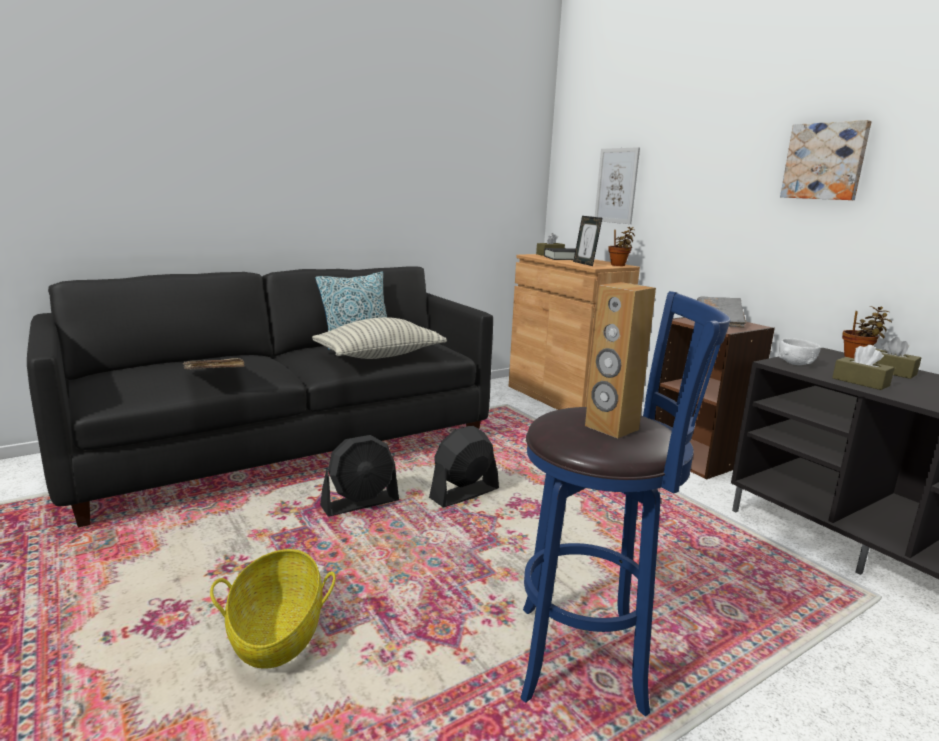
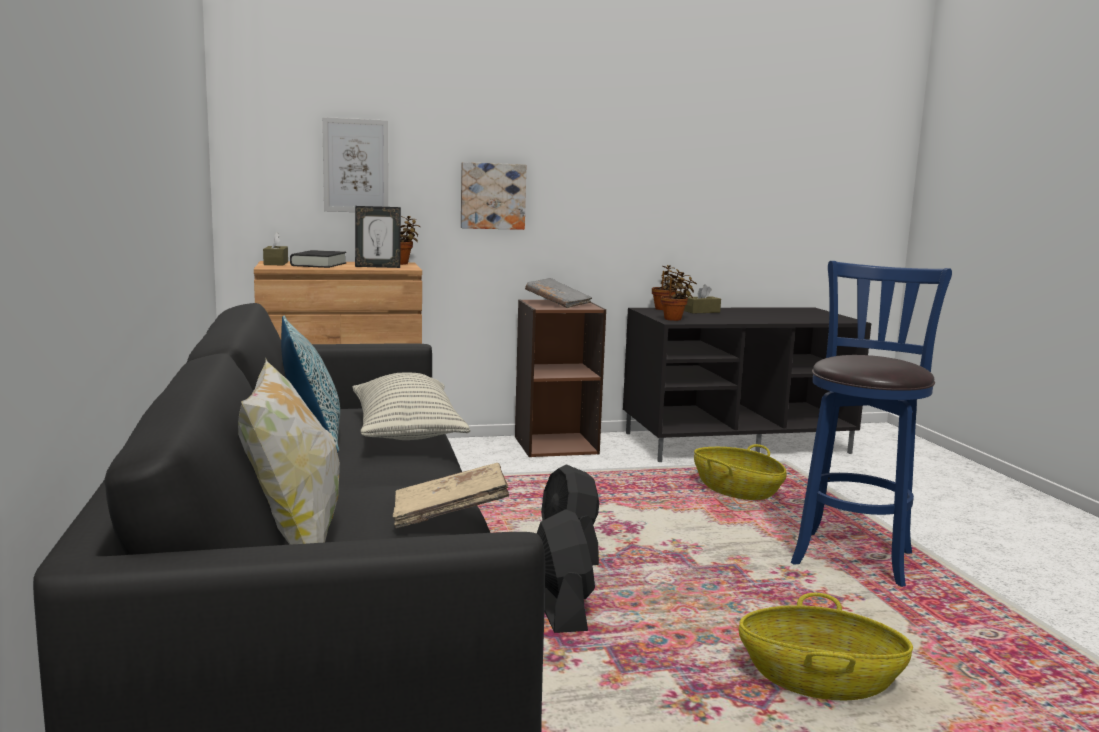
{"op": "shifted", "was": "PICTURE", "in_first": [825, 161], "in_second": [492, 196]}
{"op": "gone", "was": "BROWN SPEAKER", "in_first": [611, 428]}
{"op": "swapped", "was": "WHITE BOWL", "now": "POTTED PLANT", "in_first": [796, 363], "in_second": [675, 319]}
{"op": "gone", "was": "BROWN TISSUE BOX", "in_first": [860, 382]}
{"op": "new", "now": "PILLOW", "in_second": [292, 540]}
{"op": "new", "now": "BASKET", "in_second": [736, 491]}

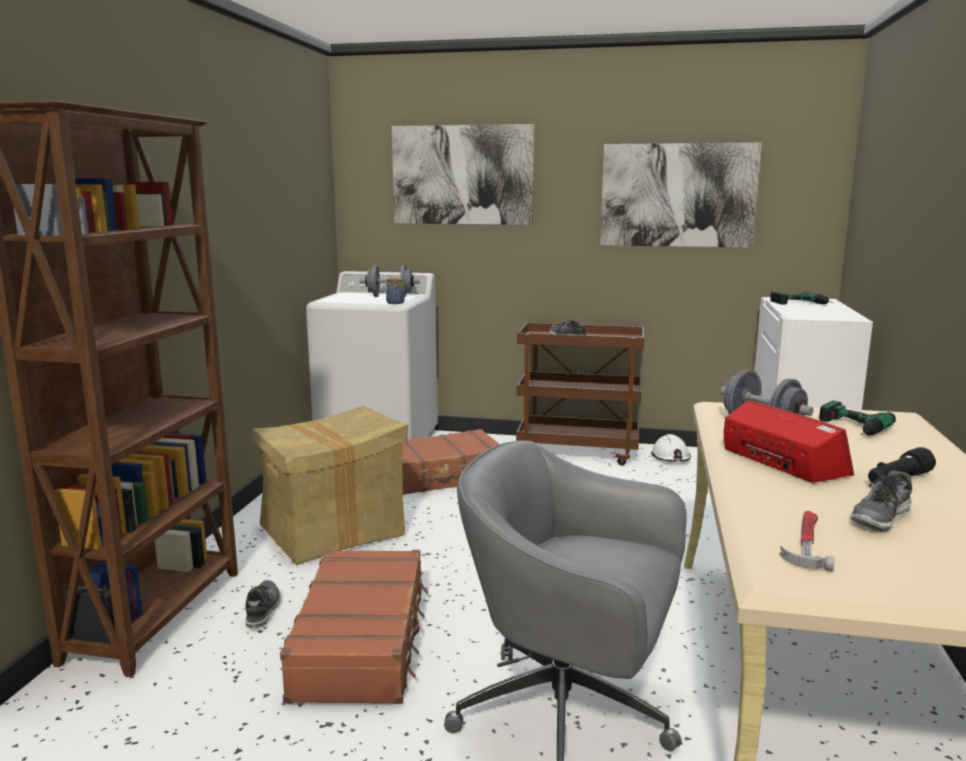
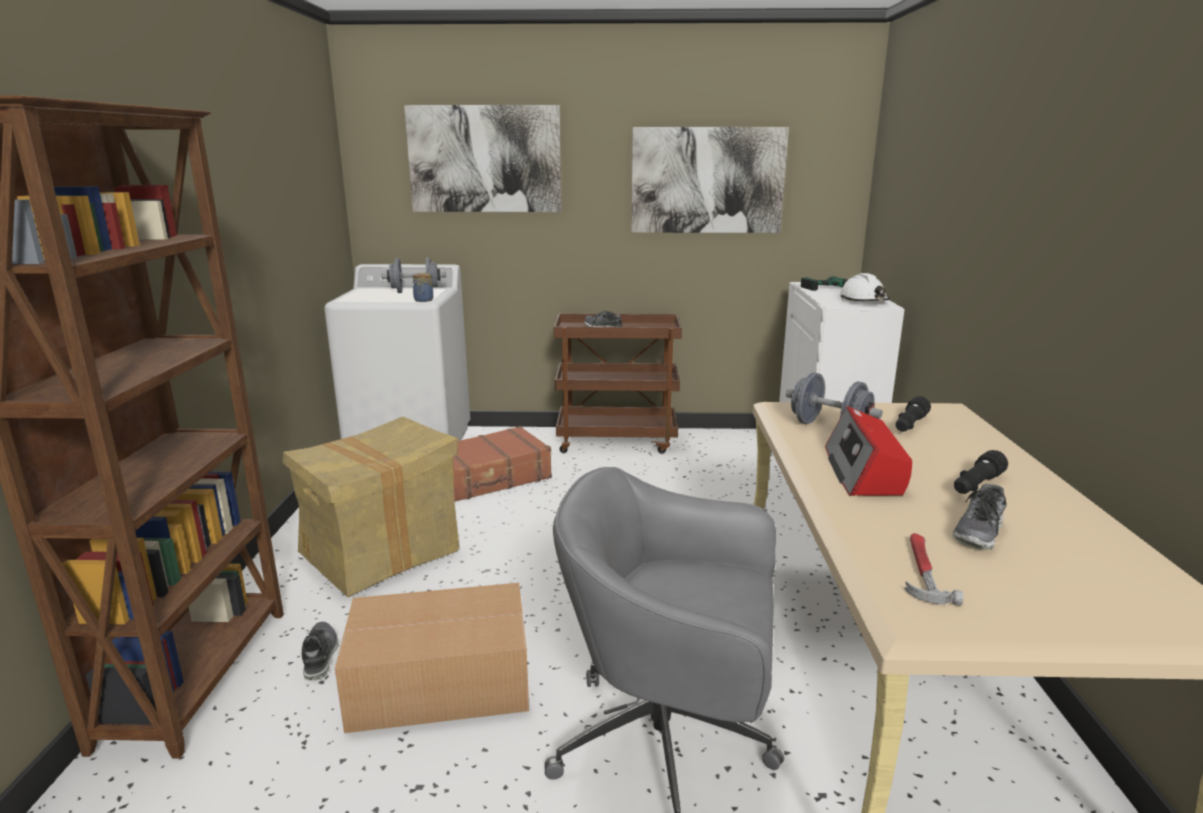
{"op": "rotated", "was": "RADIO", "in_first": [782, 462], "in_second": [863, 471], "clockwise": -135}
{"op": "swapped", "was": "POWER DRILL", "now": "BLACK FLASHLIGHT", "in_first": [849, 428], "in_second": [909, 425]}
{"op": "shifted", "was": "WHITE HARD HAT", "in_first": [670, 458], "in_second": [863, 301]}
{"op": "swapped", "was": "BROWN SUITCASE", "now": "CARDBOARD BOX", "in_first": [362, 641], "in_second": [437, 681]}

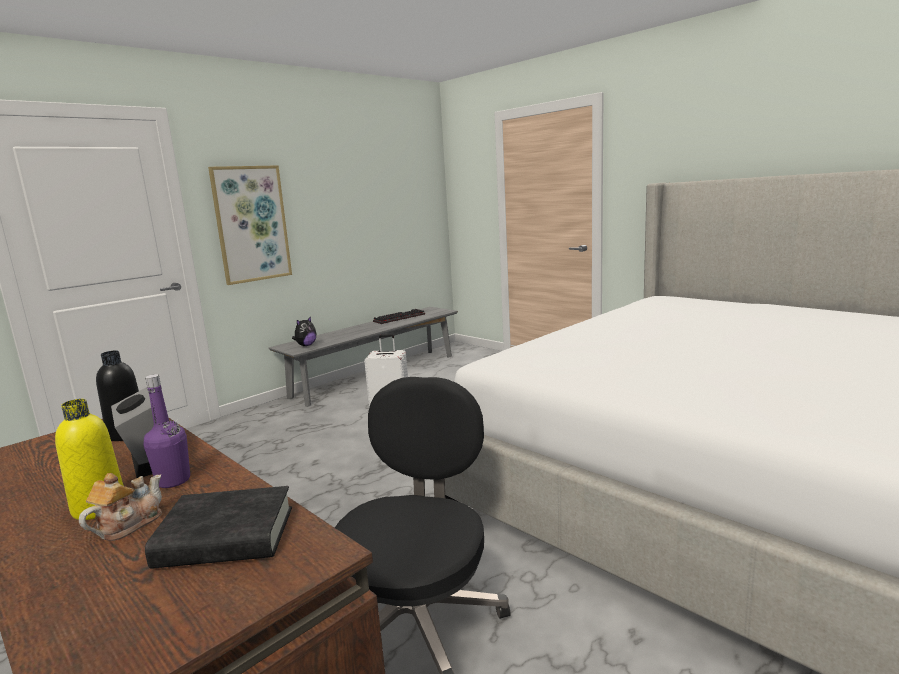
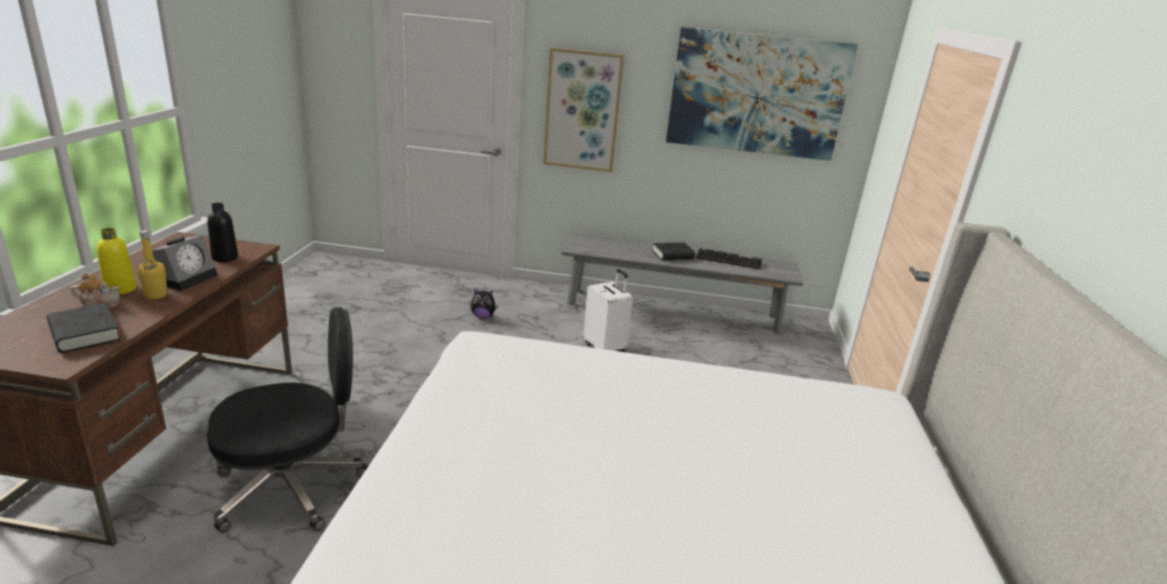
{"op": "shifted", "was": "PLUSH TOY", "in_first": [306, 345], "in_second": [483, 316]}
{"op": "repainted", "was": "PURPLE BOTTLE", "now": "YELLOW BOTTLE", "in_first": [173, 481], "in_second": [156, 295]}
{"op": "new", "now": "PICTURE", "in_second": [757, 94]}
{"op": "new", "now": "BLACK BOOK", "in_second": [673, 255]}

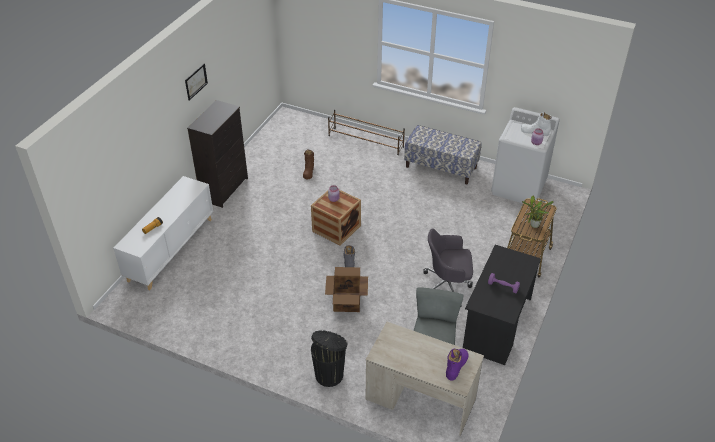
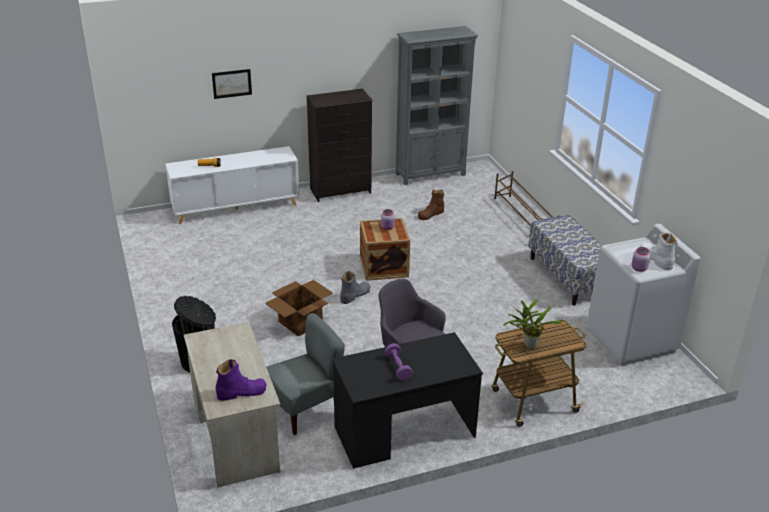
{"op": "shifted", "was": "PICTURE", "in_first": [196, 81], "in_second": [232, 83]}
{"op": "new", "now": "GREY BOOKCASE", "in_second": [431, 174]}

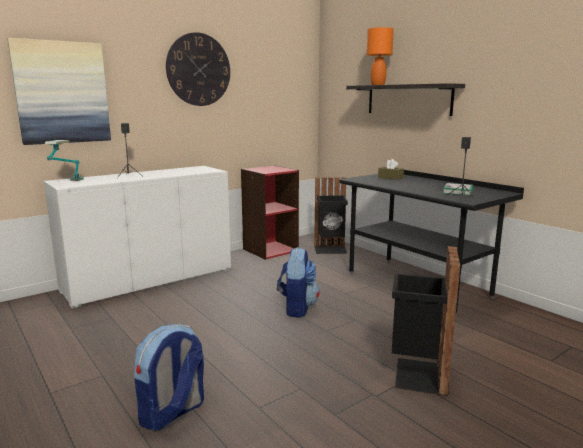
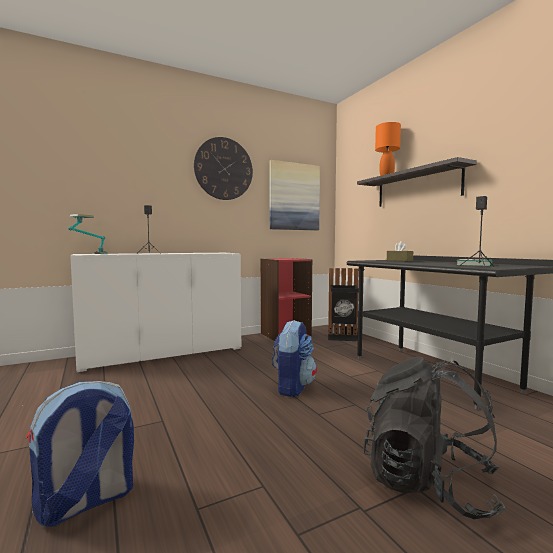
{"op": "shifted", "was": "PICTURE", "in_first": [62, 93], "in_second": [294, 197]}
{"op": "swapped", "was": "BLACK TRASH CAN", "now": "BLACK BACKPACK", "in_first": [417, 375], "in_second": [428, 484]}

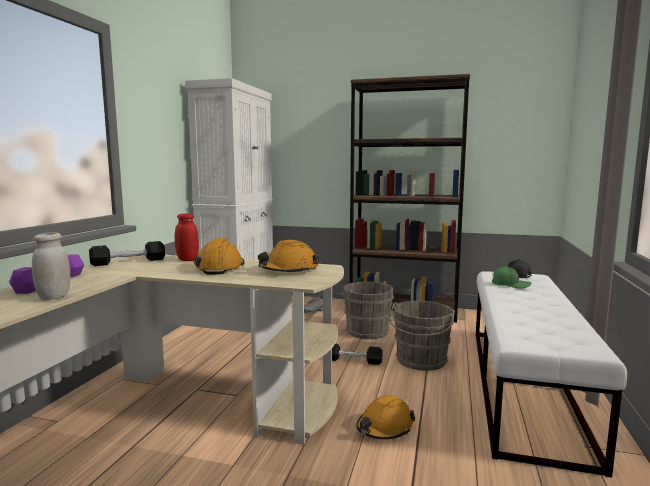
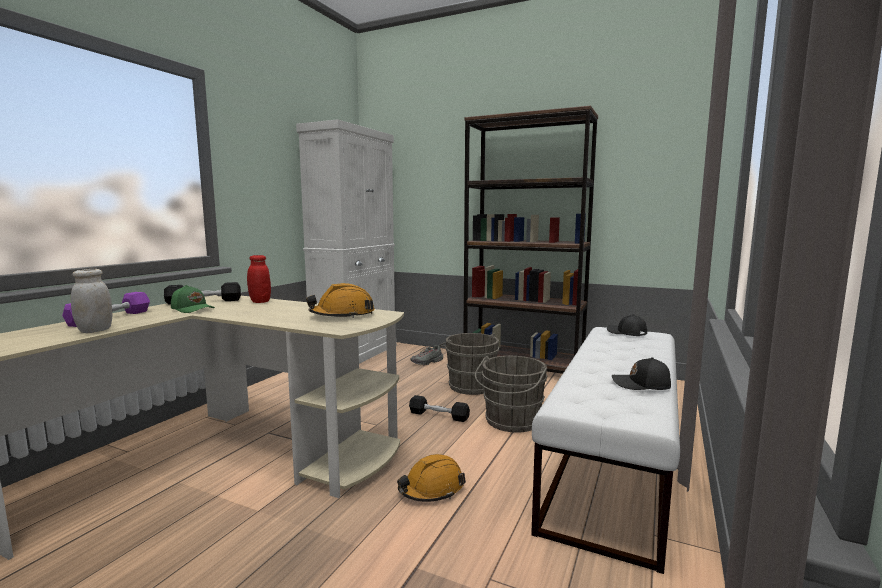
{"op": "gone", "was": "ORANGE HARD HAT", "in_first": [220, 268]}
{"op": "shifted", "was": "GREEN CAP", "in_first": [510, 284], "in_second": [193, 309]}
{"op": "new", "now": "BLACK CAP", "in_second": [641, 385]}

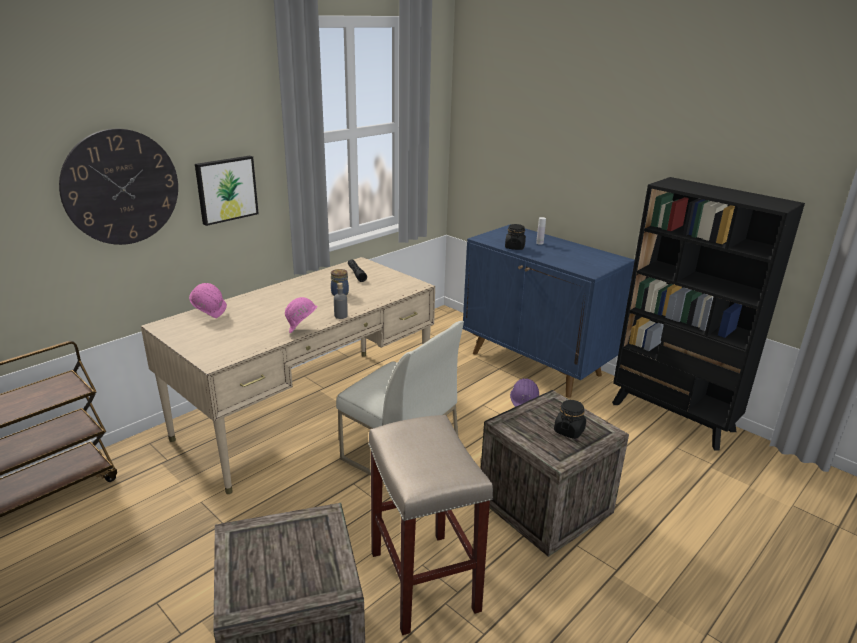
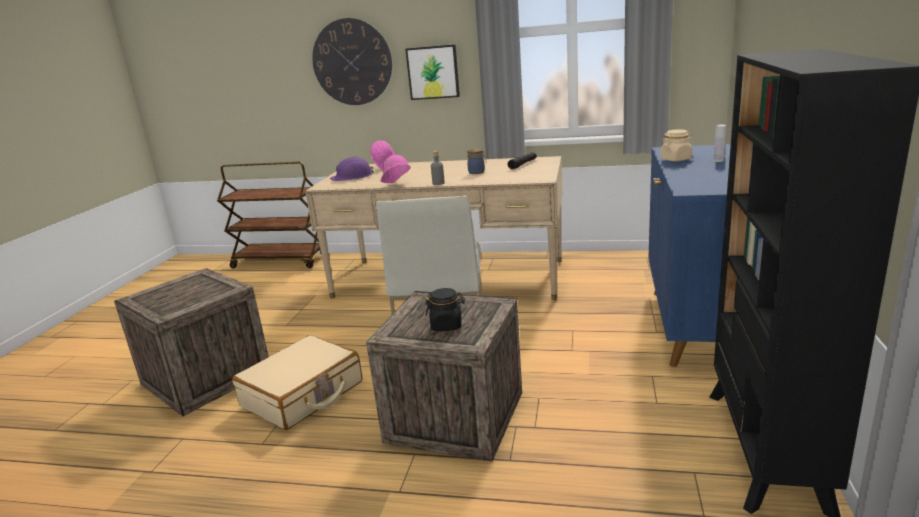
{"op": "repainted", "was": "BLACK JAR", "now": "BEIGE JAR", "in_first": [514, 247], "in_second": [676, 159]}
{"op": "shifted", "was": "PURPLE HARD HAT", "in_first": [525, 399], "in_second": [352, 177]}
{"op": "swapped", "was": "BEIGE STOOL", "now": "BEIGE SUITCASE", "in_first": [422, 579], "in_second": [303, 394]}

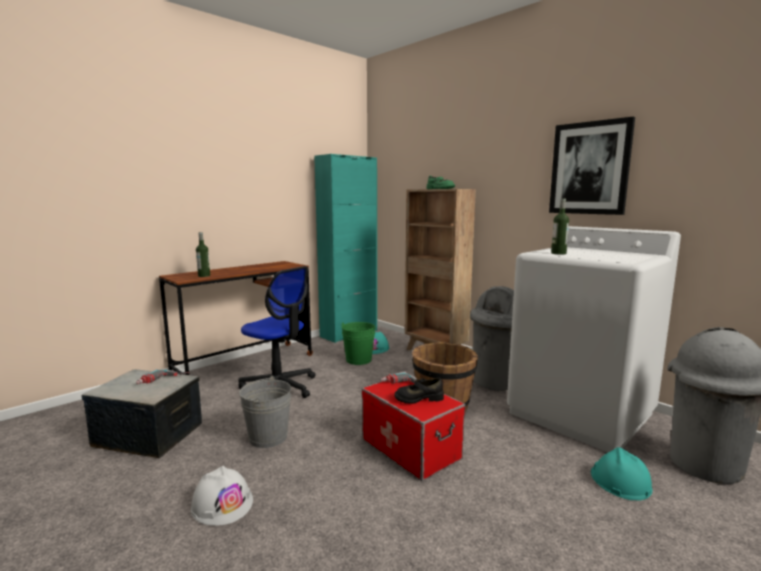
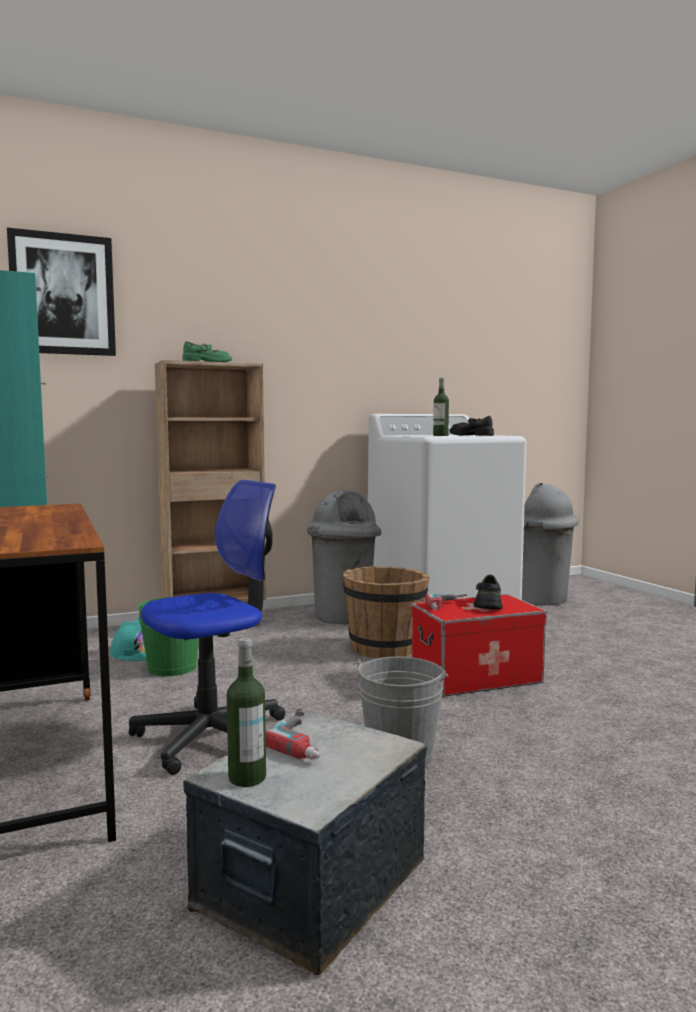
{"op": "shifted", "was": "PICTURE", "in_first": [589, 168], "in_second": [63, 294]}
{"op": "shifted", "was": "BOTTLE", "in_first": [204, 276], "in_second": [247, 777]}
{"op": "gone", "was": "TURQUOISE HARD HAT", "in_first": [620, 481]}
{"op": "gone", "was": "WHITE HARD HAT", "in_first": [222, 503]}
{"op": "new", "now": "BLACK SHOE", "in_second": [471, 435]}

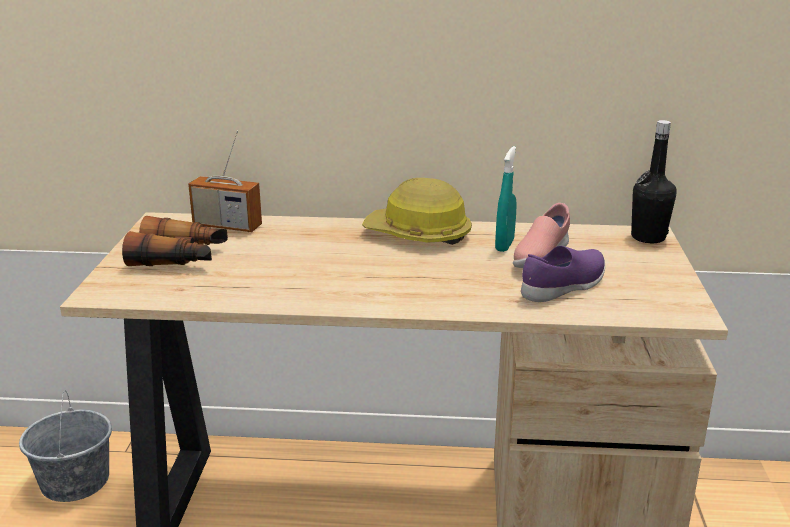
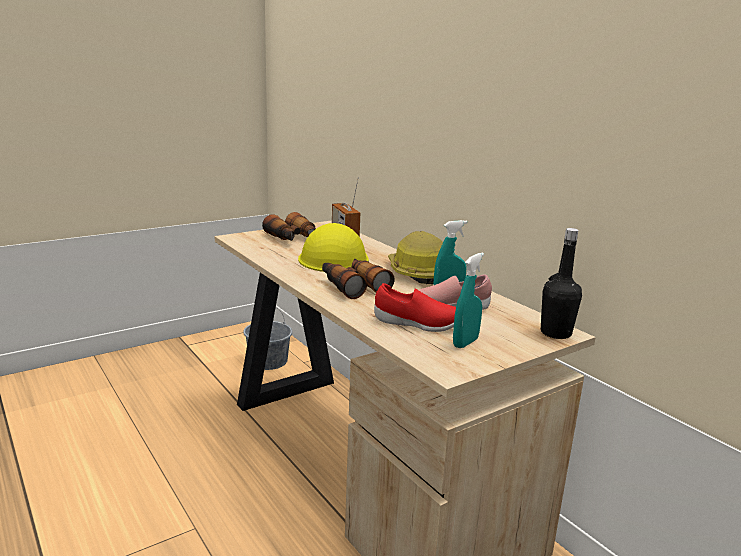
{"op": "repainted", "was": "PURPLE SHOE", "now": "RED SHOE", "in_first": [564, 288], "in_second": [416, 324]}
{"op": "new", "now": "YELLOW HARD HAT", "in_second": [333, 258]}
{"op": "new", "now": "TURQUOISE SPRAY BOTTLE", "in_second": [465, 343]}
{"op": "new", "now": "BINOCULARS", "in_second": [353, 286]}

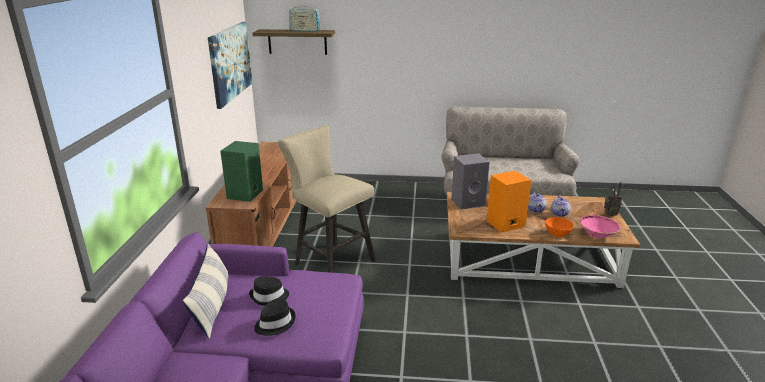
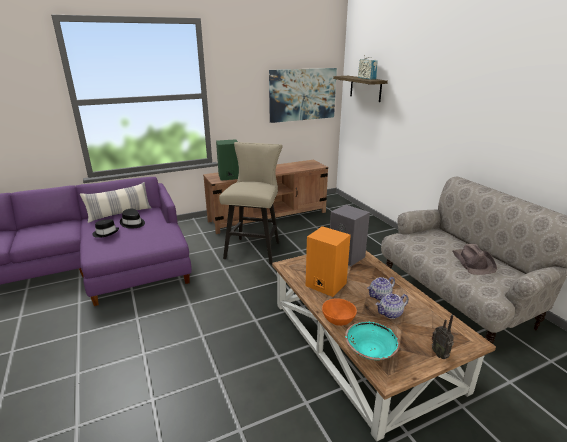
{"op": "repainted", "was": "PINK BOWL", "now": "TURQUOISE BOWL", "in_first": [597, 234], "in_second": [370, 351]}
{"op": "new", "now": "BROWN HAT", "in_second": [473, 262]}

